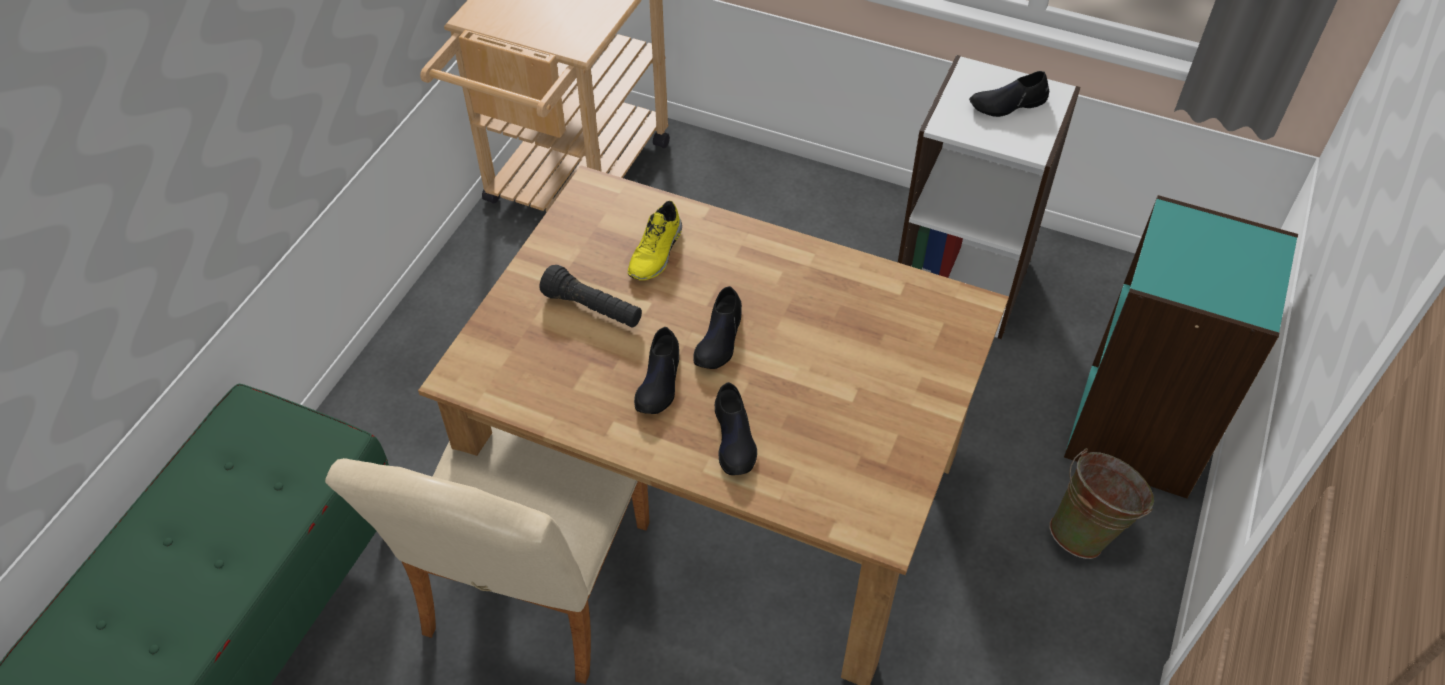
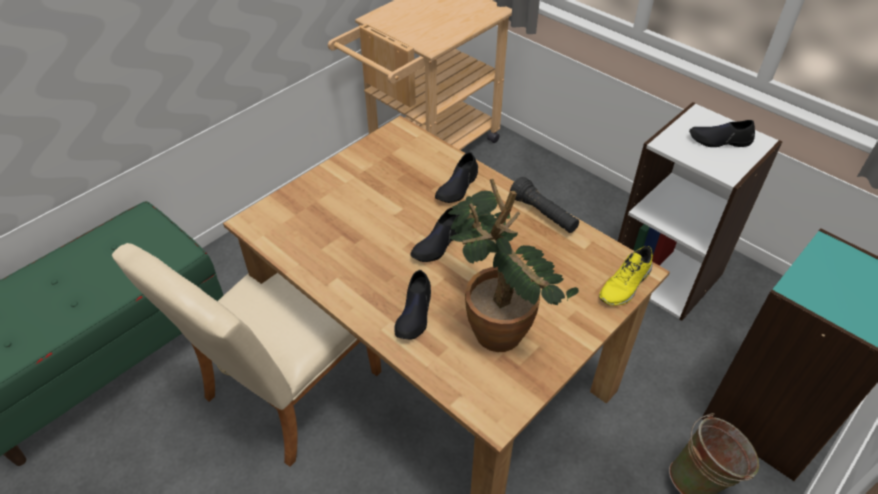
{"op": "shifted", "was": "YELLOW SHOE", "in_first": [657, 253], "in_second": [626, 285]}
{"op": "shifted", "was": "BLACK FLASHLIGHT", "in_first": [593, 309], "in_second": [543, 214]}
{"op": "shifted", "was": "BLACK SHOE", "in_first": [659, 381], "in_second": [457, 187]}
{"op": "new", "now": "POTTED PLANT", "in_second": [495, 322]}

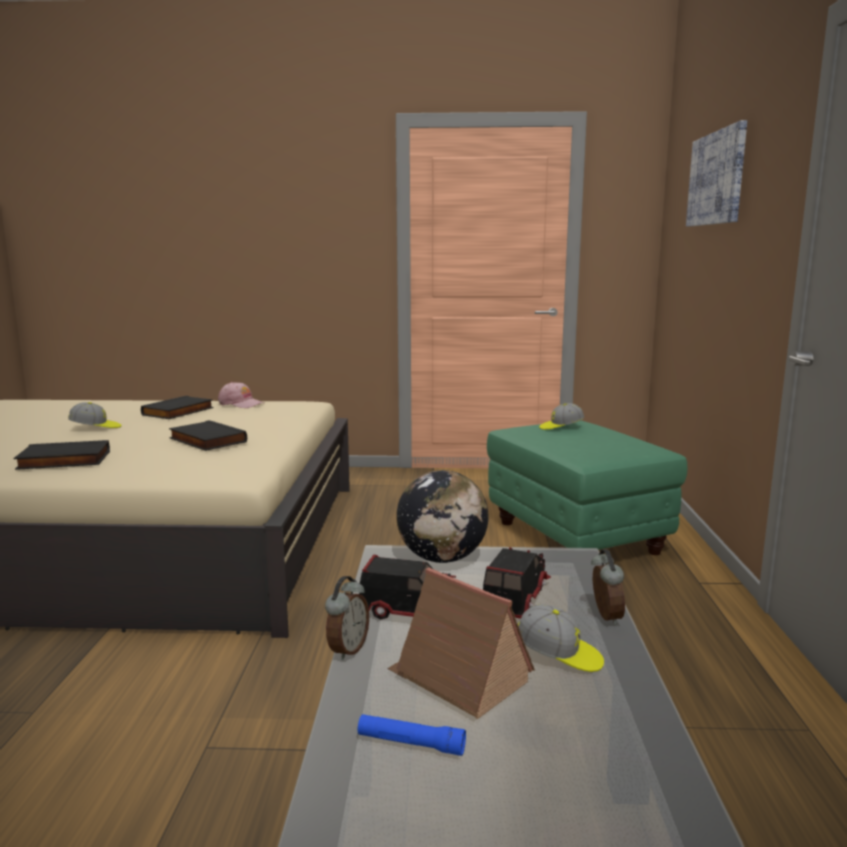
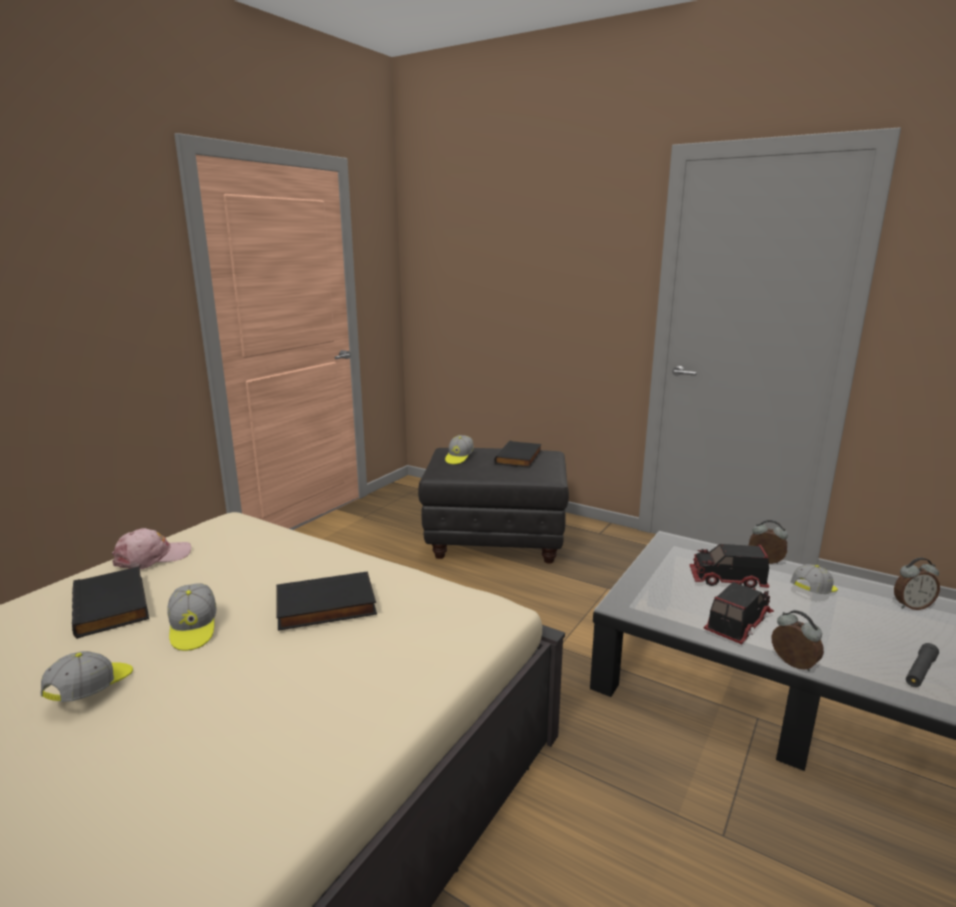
{"op": "gone", "was": "PICTURE", "in_first": [716, 178]}
{"op": "repainted", "was": "GREEN OTTOMAN", "now": "BLACK OTTOMAN", "in_first": [577, 537], "in_second": [495, 541]}
{"op": "shifted", "was": "BLACK BOOK", "in_first": [63, 461], "in_second": [520, 458]}
{"op": "gone", "was": "GLOBE", "in_first": [442, 558]}
{"op": "rotated", "was": "TOY TRUCK", "in_first": [513, 598], "in_second": [727, 580], "clockwise": -45}
{"op": "gone", "was": "TOY HOUSE", "in_first": [459, 677]}
{"op": "repainted", "was": "BLUE FLASHLIGHT", "now": "BLACK FLASHLIGHT", "in_first": [410, 743], "in_second": [920, 671]}
{"op": "new", "now": "ALARM CLOCK", "in_second": [911, 606]}
{"op": "new", "now": "CAP", "in_second": [193, 629]}

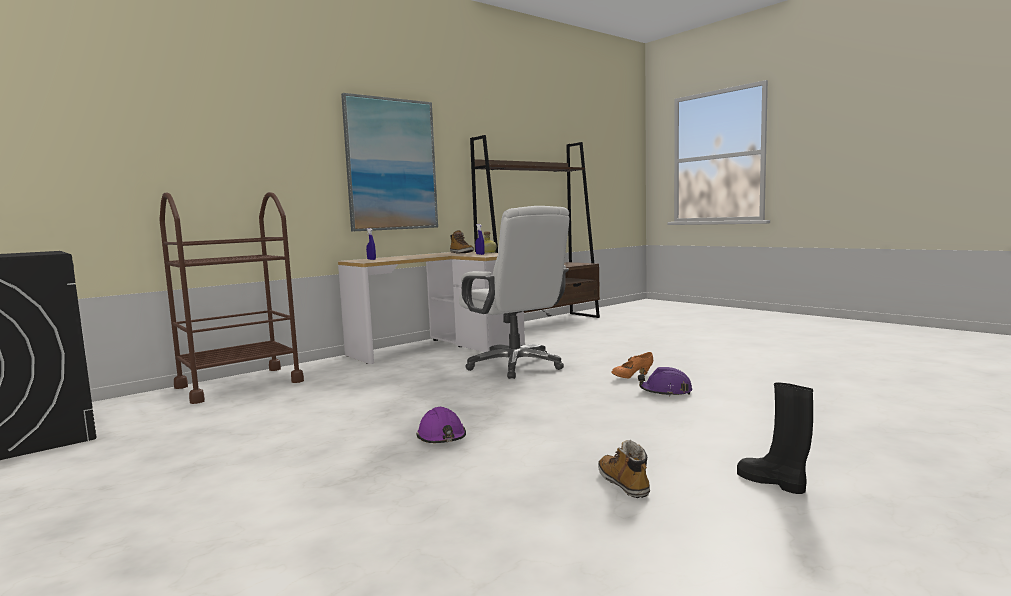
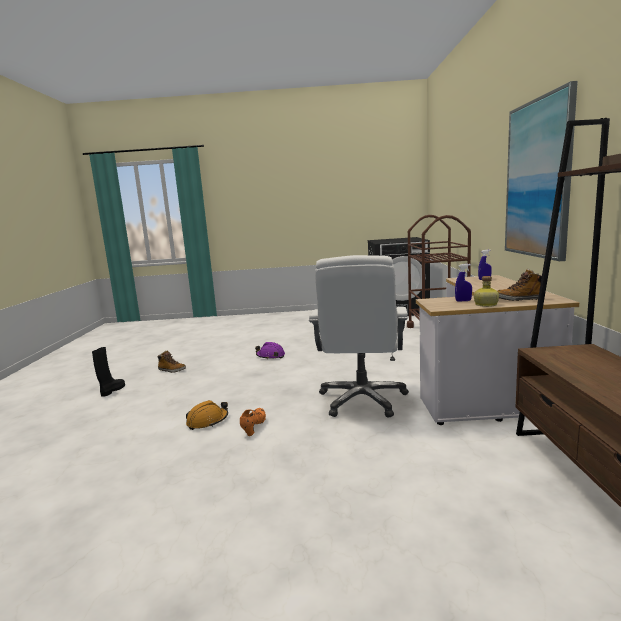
{"op": "rotated", "was": "WHITE OFFICE CHAIR", "in_first": [516, 366], "in_second": [362, 400], "clockwise": -90}
{"op": "repainted", "was": "PURPLE HARD HAT", "now": "ORANGE HARD HAT", "in_first": [665, 392], "in_second": [207, 421]}
{"op": "rotated", "was": "BLACK BOOT", "in_first": [773, 482], "in_second": [112, 390], "clockwise": -75}

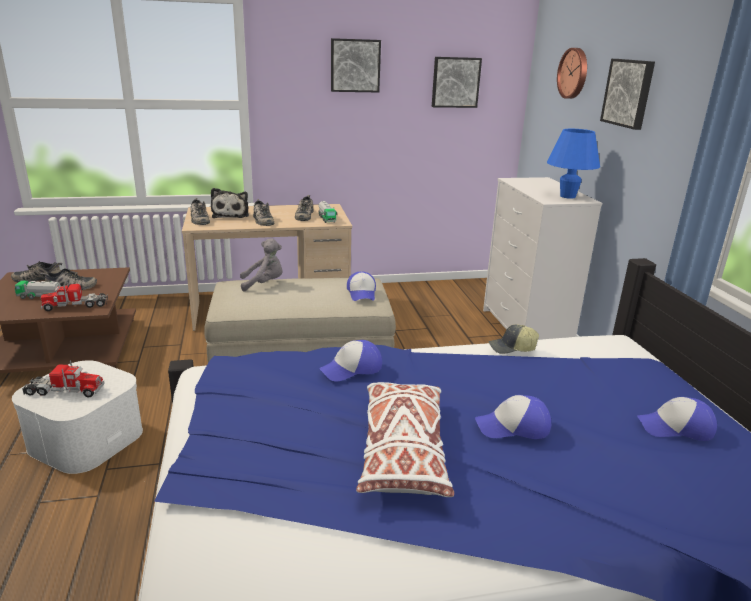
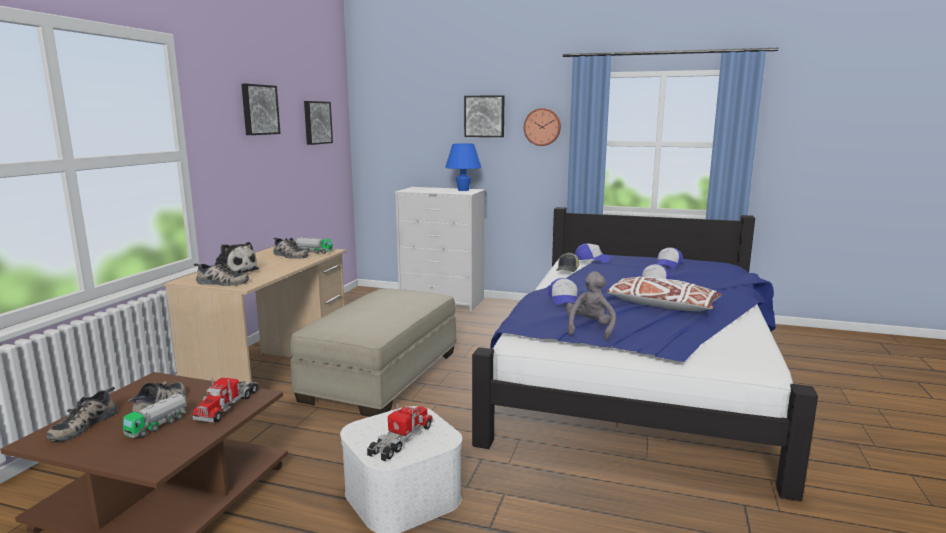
{"op": "shifted", "was": "WALL CLOCK", "in_first": [574, 73], "in_second": [542, 127]}
{"op": "gone", "was": "SHOE", "in_first": [262, 220]}
{"op": "shifted", "was": "GREY PLUSH TOY", "in_first": [264, 284], "in_second": [589, 329]}
{"op": "shifted", "was": "CAP", "in_first": [362, 293], "in_second": [592, 259]}

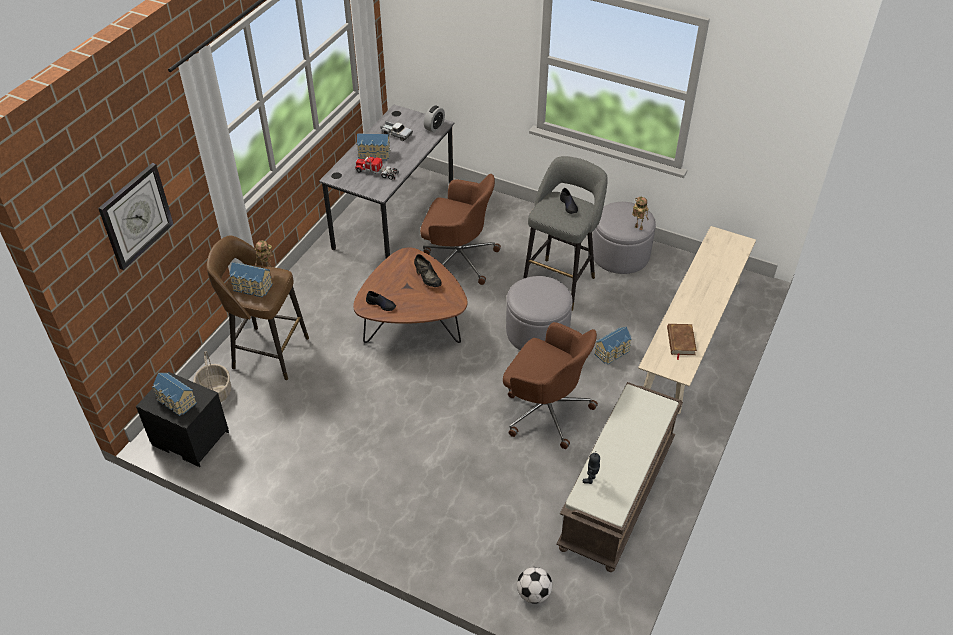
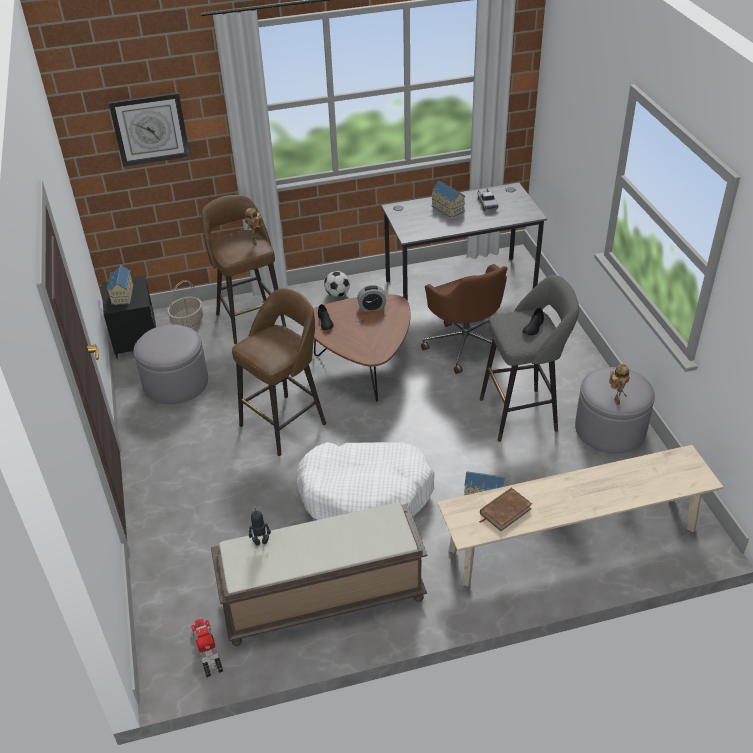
{"op": "shifted", "was": "ALARM CLOCK", "in_first": [434, 127], "in_second": [372, 308]}
{"op": "shifted", "was": "TOY TRUCK", "in_first": [377, 172], "in_second": [207, 650]}
{"op": "gone", "was": "BLACK SHOE", "in_first": [427, 279]}
{"op": "gone", "was": "TOY HOUSE", "in_first": [252, 287]}
{"op": "shifted", "was": "GREY OTTOMAN", "in_first": [537, 331], "in_second": [176, 382]}
{"op": "swapped", "was": "BROWN OFFICE CHAIR", "now": "WHITE DOG BED", "in_first": [545, 409], "in_second": [366, 494]}
{"op": "shifted", "was": "FOOTBALL", "in_first": [533, 593], "in_second": [337, 294]}
{"op": "new", "now": "BROWN STOOL", "in_second": [285, 423]}

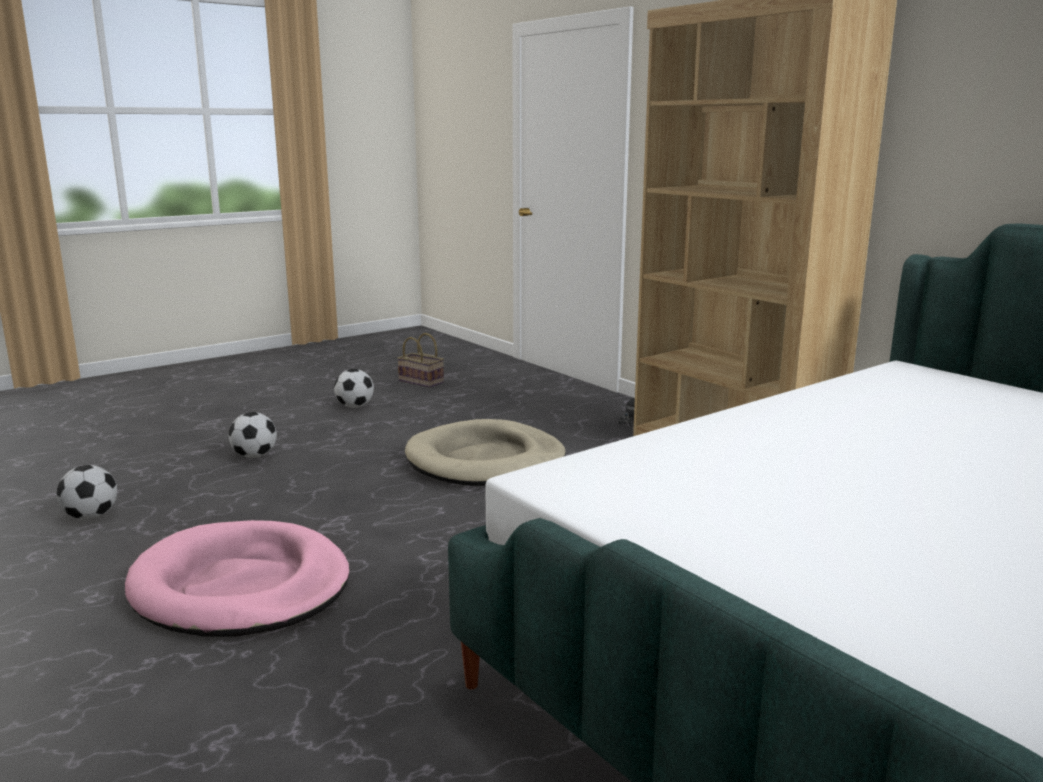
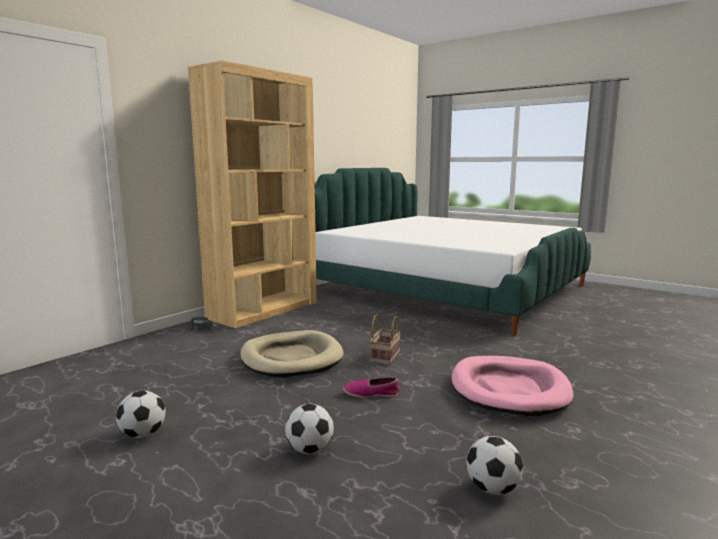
{"op": "shifted", "was": "BASKET", "in_first": [422, 381], "in_second": [384, 356]}
{"op": "new", "now": "SHOE", "in_second": [371, 394]}

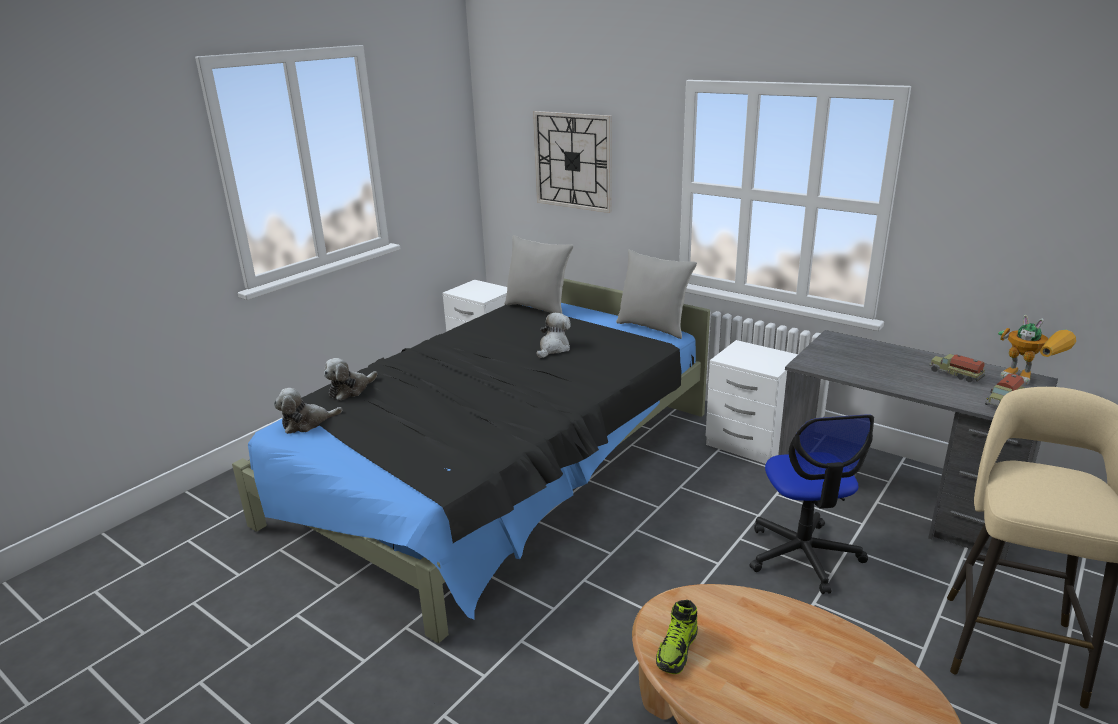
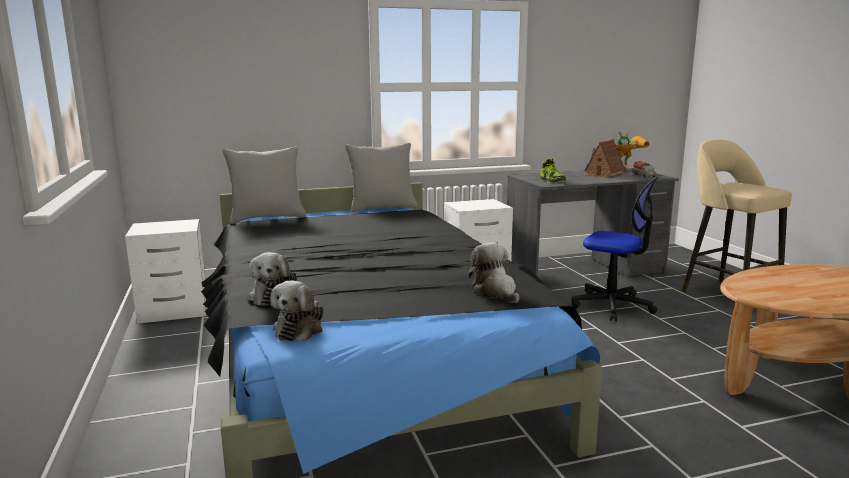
{"op": "gone", "was": "WALL CLOCK", "in_first": [573, 161]}
{"op": "shifted", "was": "PLUSH TOY", "in_first": [553, 348], "in_second": [495, 292]}
{"op": "swapped", "was": "TOY TRUCK", "now": "TOY HOUSE", "in_first": [955, 374], "in_second": [603, 174]}
{"op": "shifted", "was": "SHOE", "in_first": [677, 650], "in_second": [552, 181]}

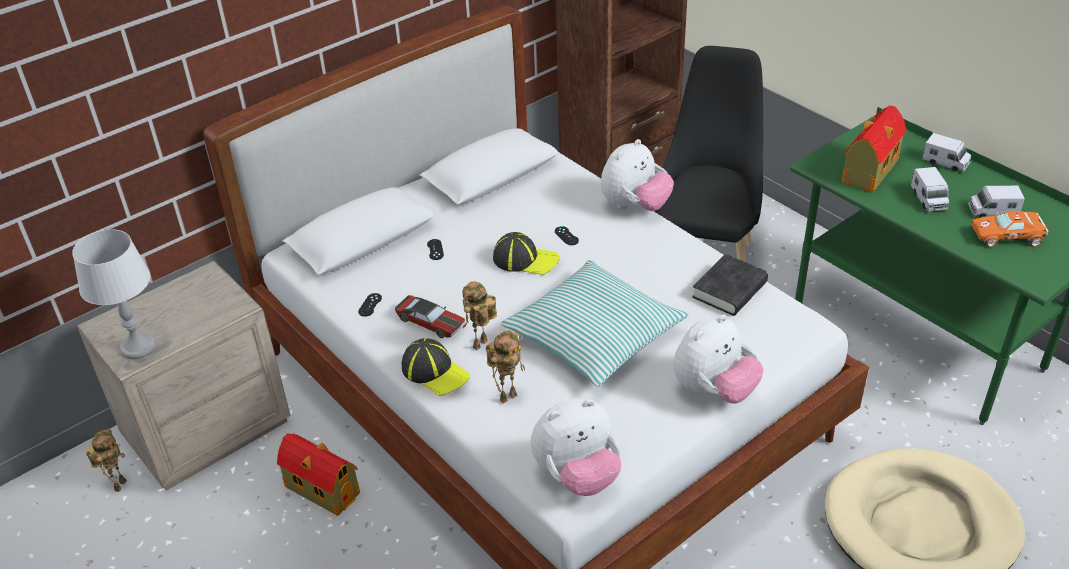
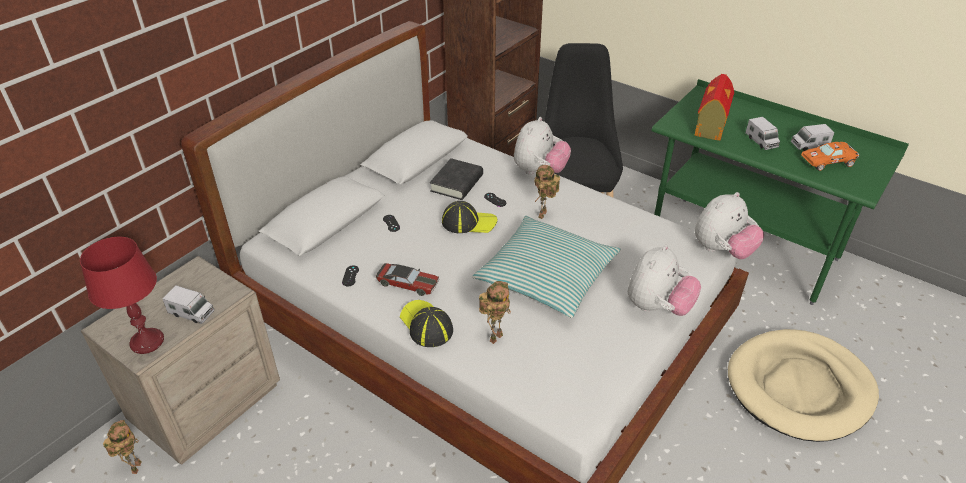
{"op": "shifted", "was": "TOY TRUCK", "in_first": [945, 162], "in_second": [191, 313]}
{"op": "repainted", "was": "GREY TABLE LAMP", "now": "RED TABLE LAMP", "in_first": [138, 347], "in_second": [147, 342]}
{"op": "shifted", "was": "BLACK BOOK", "in_first": [729, 290], "in_second": [457, 183]}
{"op": "shifted", "was": "TOY ROBOT", "in_first": [481, 346], "in_second": [543, 216]}
{"op": "rotated", "was": "CAP", "in_first": [435, 372], "in_second": [426, 325], "clockwise": -150}
{"op": "shifted", "was": "PLUSH TOY", "in_first": [577, 475], "in_second": [722, 250]}
{"op": "gone", "was": "TOY HOUSE", "in_first": [321, 489]}

